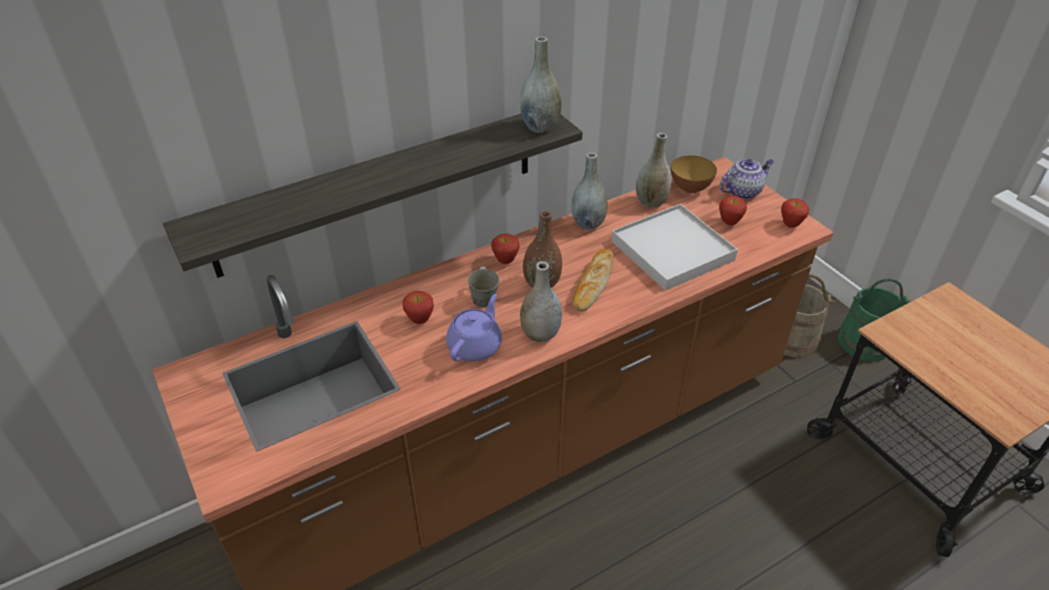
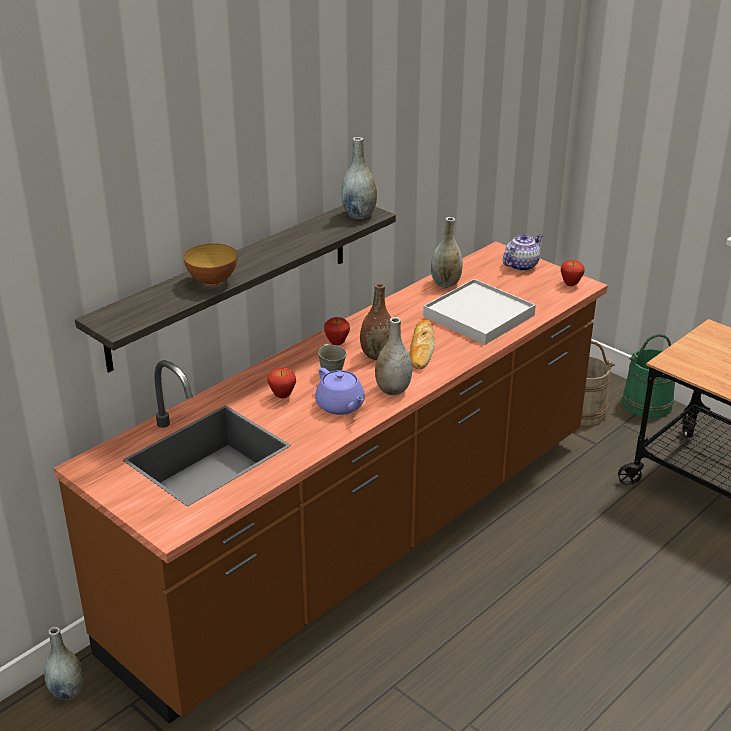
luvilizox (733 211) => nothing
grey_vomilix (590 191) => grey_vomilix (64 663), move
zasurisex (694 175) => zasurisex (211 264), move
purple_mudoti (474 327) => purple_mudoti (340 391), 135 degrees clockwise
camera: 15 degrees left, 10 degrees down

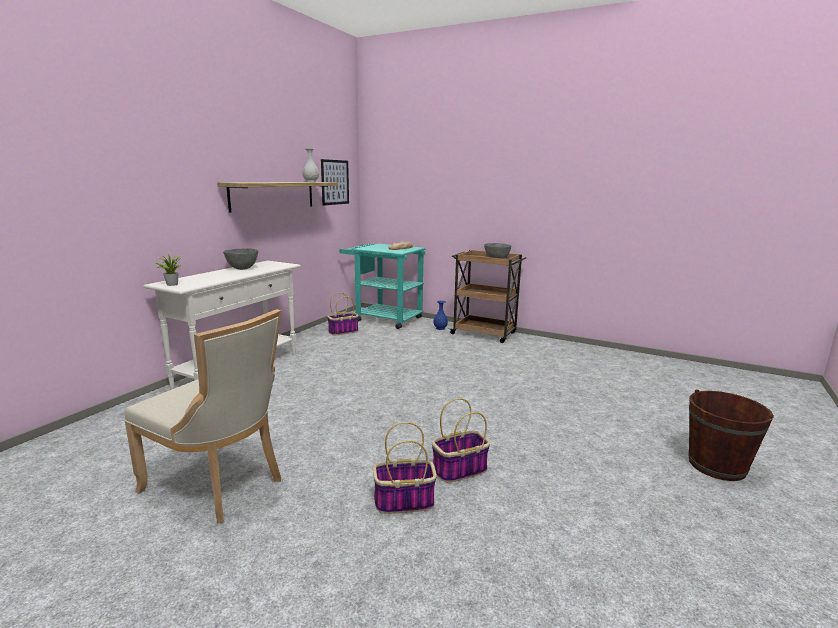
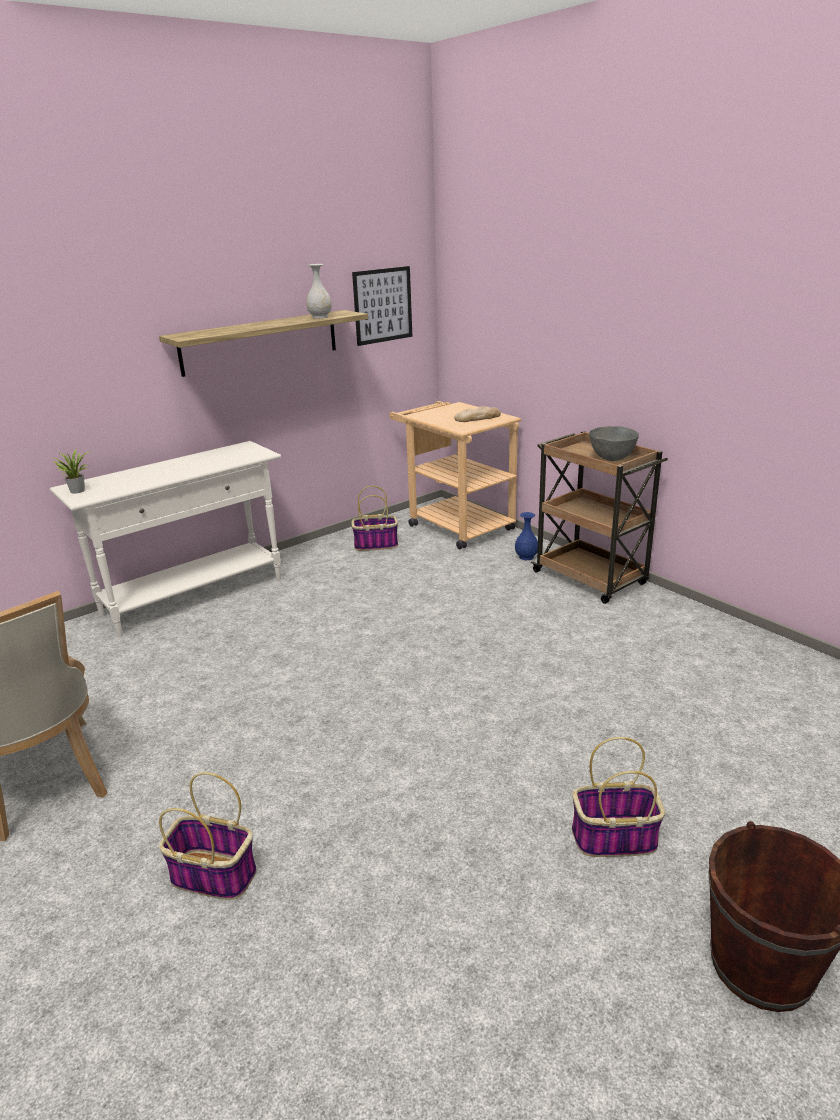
grey_zasurisex (240 259) => nothing
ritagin (461 440) => ritagin (618 797), move
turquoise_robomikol (382 286) => beige_robomikol (455 475)
camera: 25 degrees right, 10 degrees up

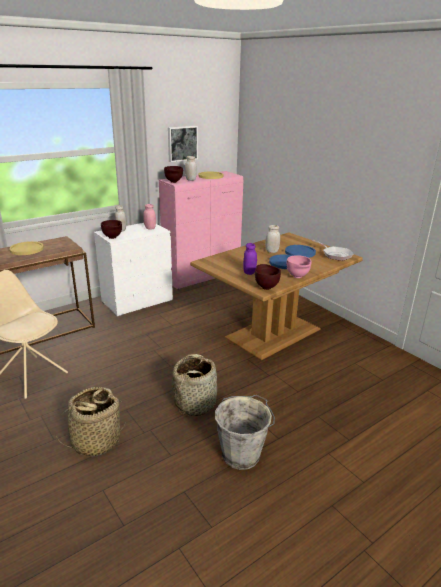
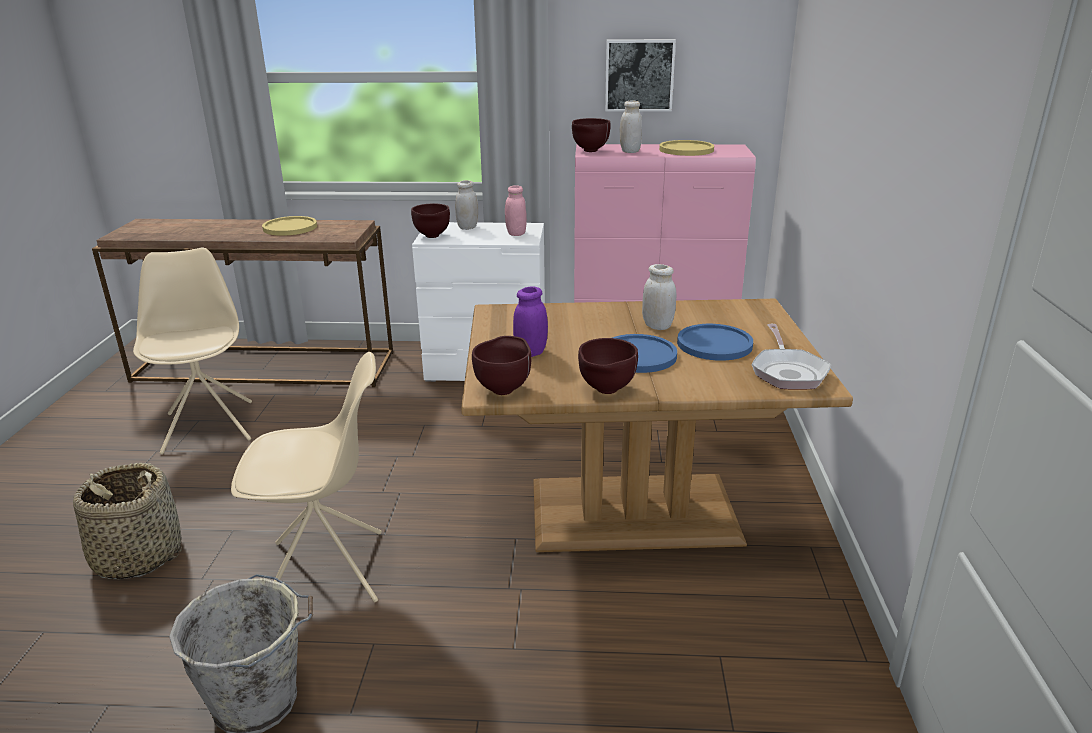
ritagin (194 385) => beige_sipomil (306 477)
pink_zasurisex (299 266) => brown_zasurisex (608 366)
camera: 40 degrees right, 0 degrees up

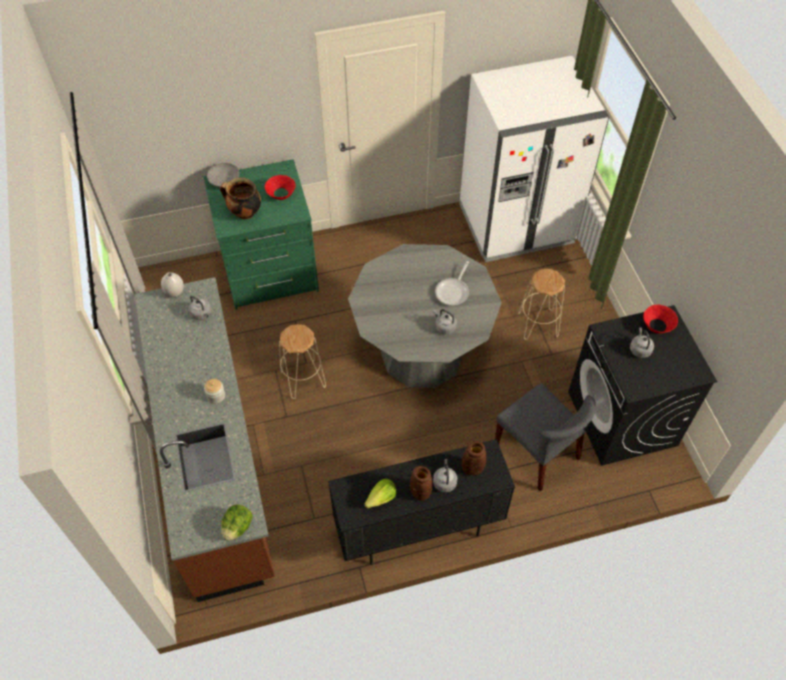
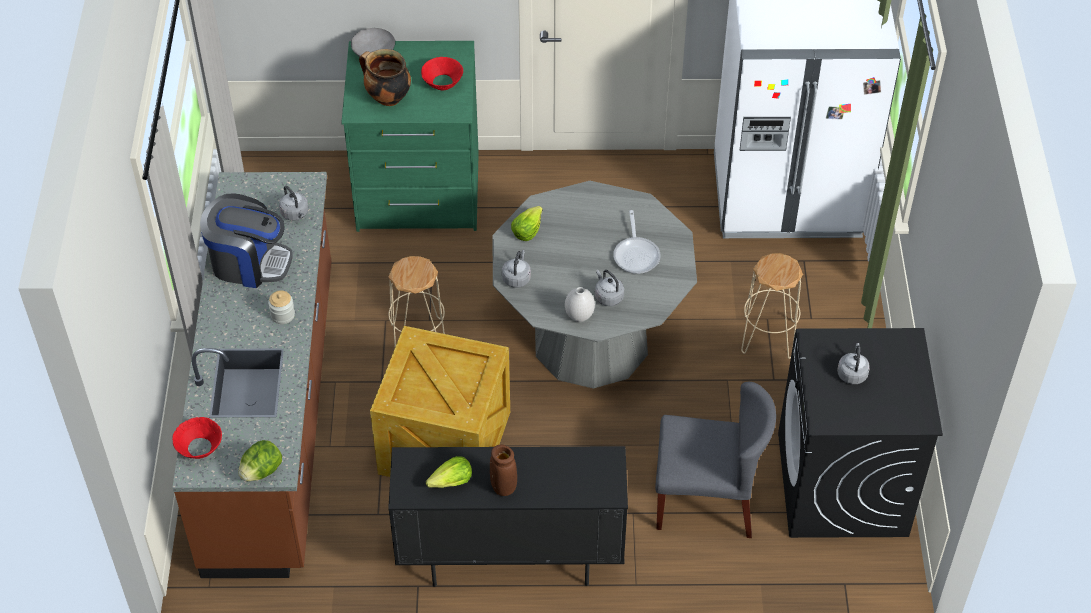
brown_vomilix (474 458) => nothing
nothing => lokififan (246 241)
nothing => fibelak (440 401)
nothing => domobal (527 223)
white_vomilix (172 284) => white_vomilix (580 304), move
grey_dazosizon (445 476) => grey_dazosizon (516 269), move
red_zasurisex (660 319) => red_zasurisex (197 438), move
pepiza (452 283) => pepiza (637 242), 45 degrees counterclockwise
grey_sipomil (545 437) => grey_sipomil (715 460), 60 degrees counterclockwise
camera: 15 degrees right, 5 degrees down

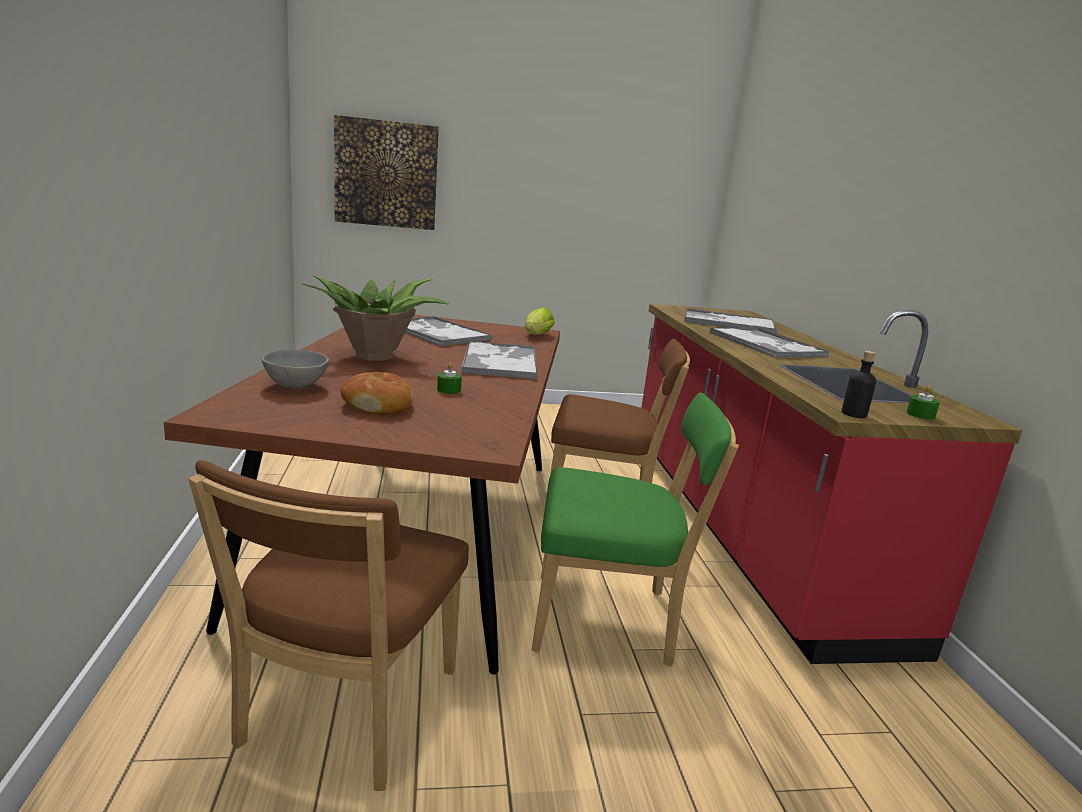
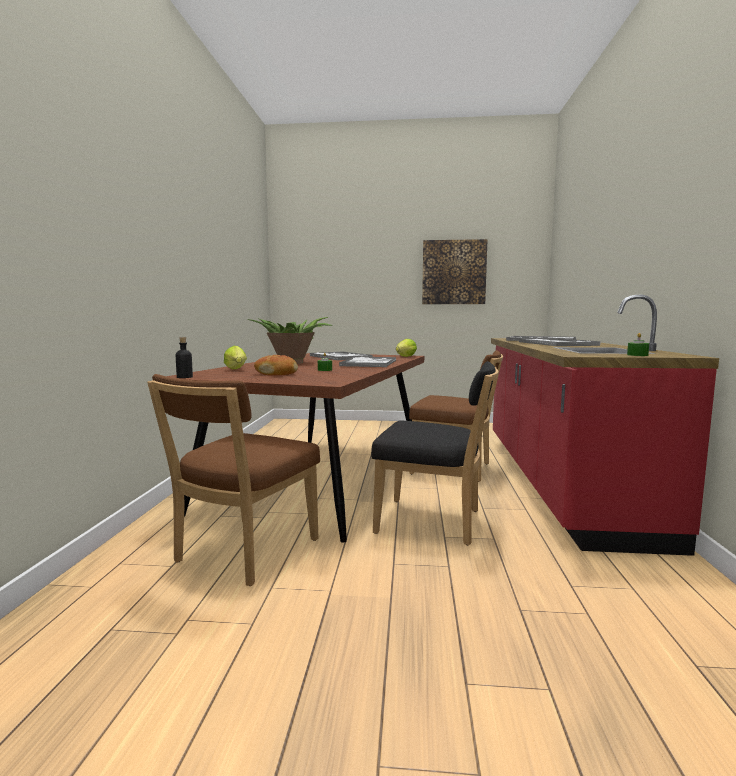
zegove (386 172) => zegove (455 271), move
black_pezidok (859 384) => black_pezidok (184 357), move
grey_zasurisex (295 369) => domobal (235 357)
green_sipomil (635 529) => black_sipomil (434 453)
camera: 15 degrees right, 10 degrees down

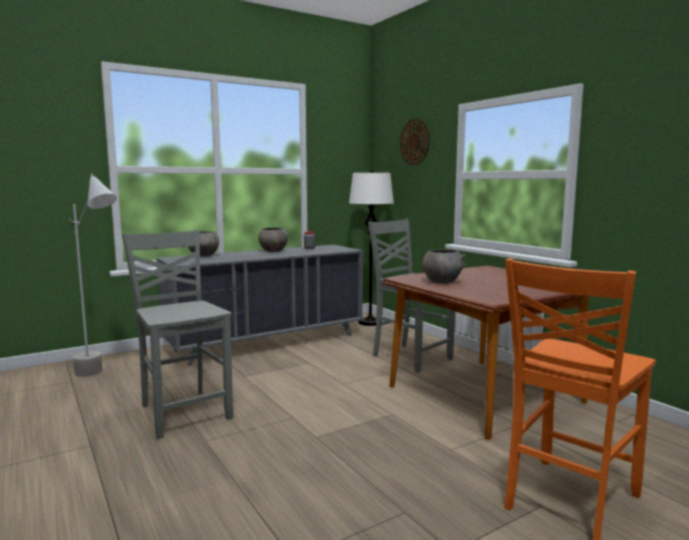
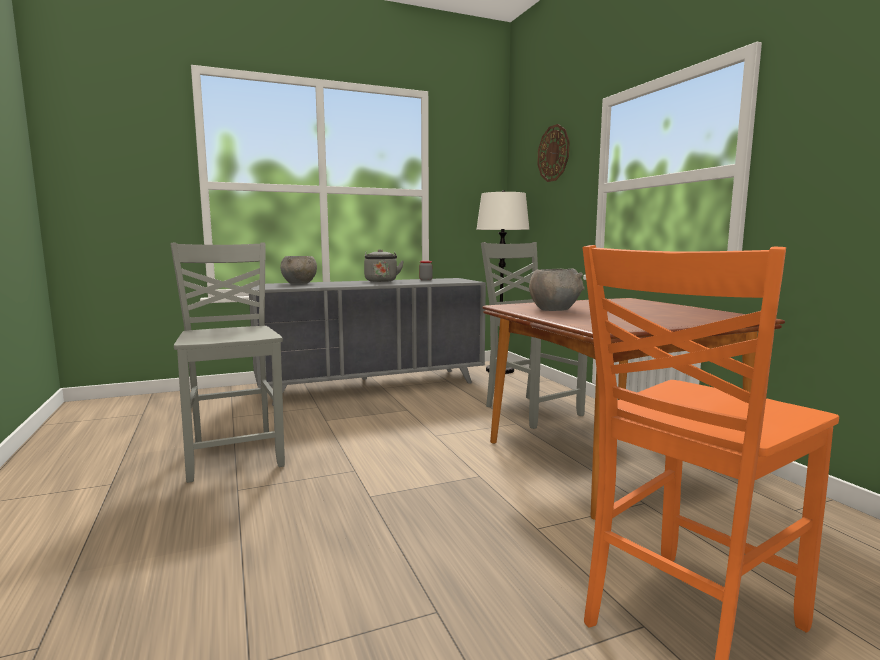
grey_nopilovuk (93 275) => nothing
grey_zasurisex (273 239) => grey_dazosizon (384 265)
camera: 10 degrees right, 0 degrees up

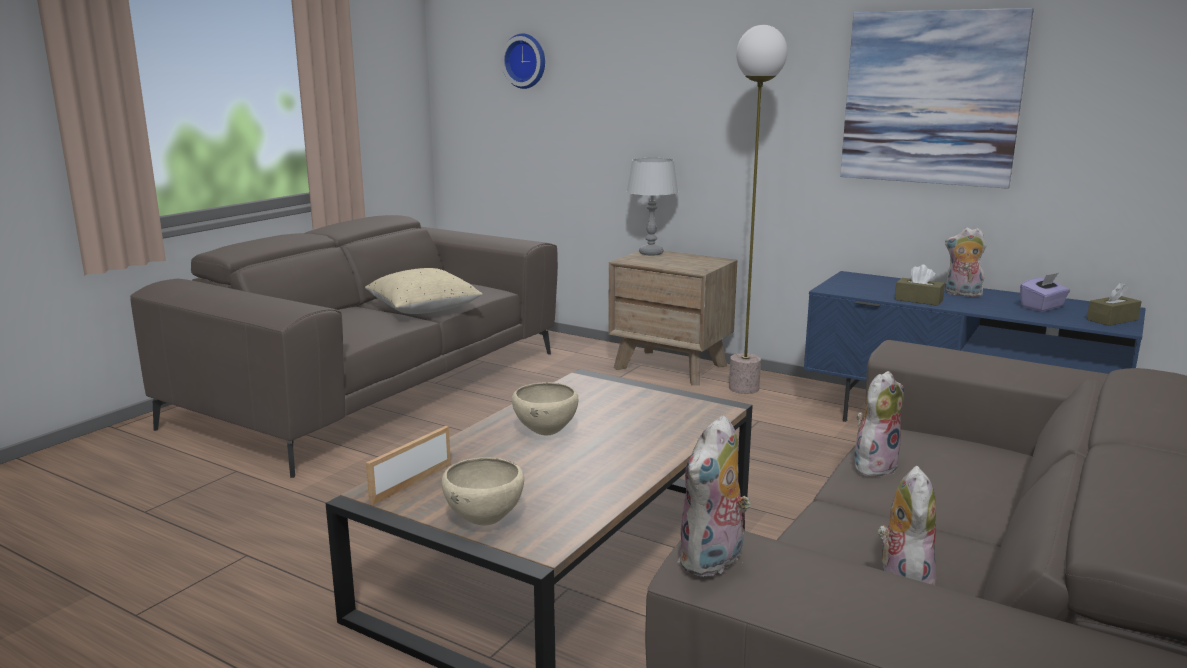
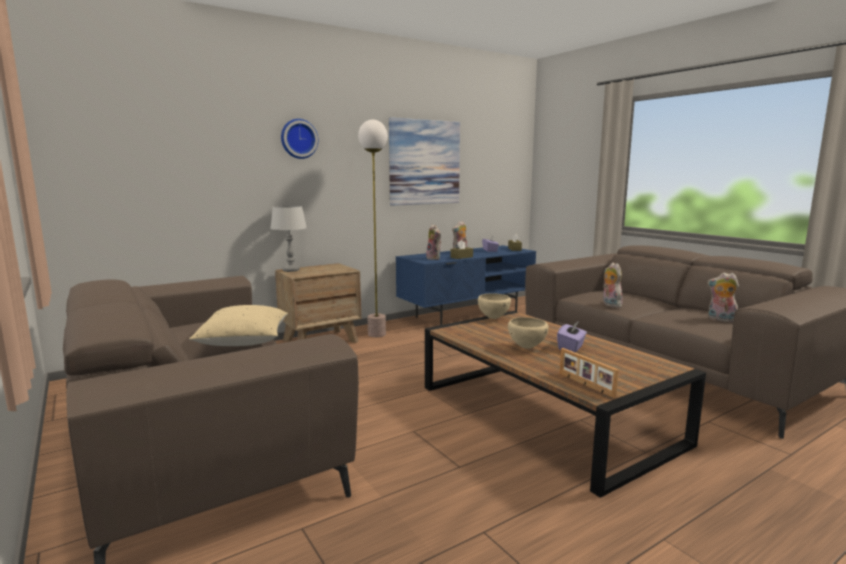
nothing => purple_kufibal (572 336)
beige_zasurisex (483 491) => beige_zasurisex (494 306), move
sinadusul (523 61) => sinadusul (299 139), move
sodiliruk (714 496) => sodiliruk (433 242), move
camera: 65 degrees left, 5 degrees down

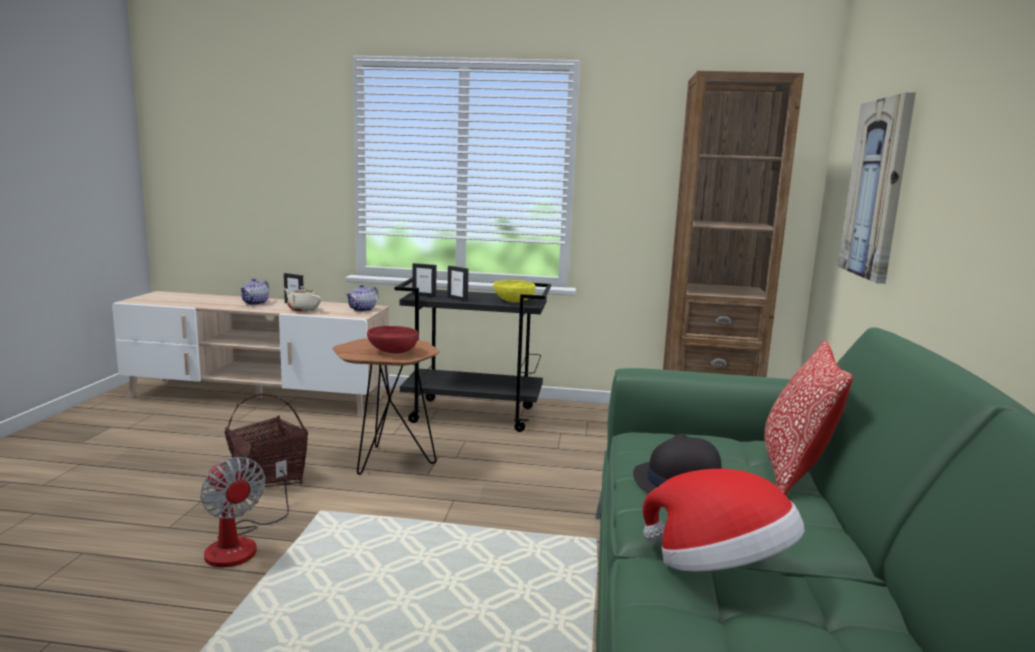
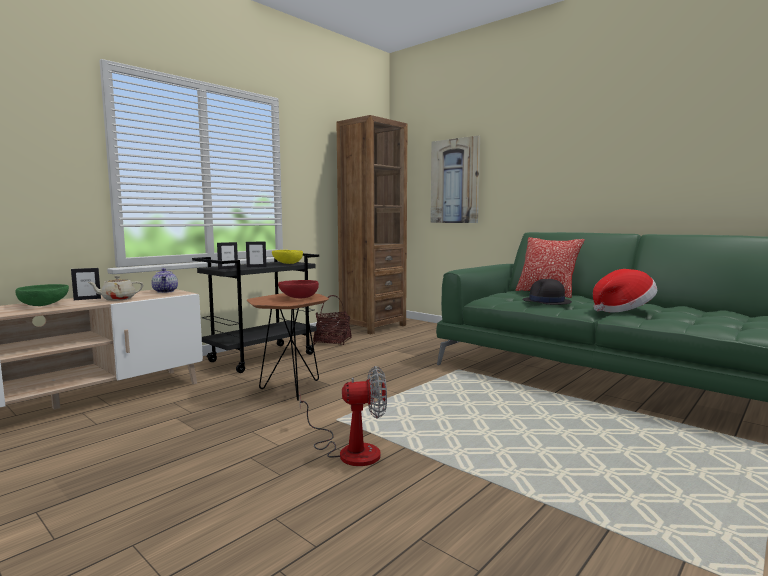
ritagin (266 440) => ritagin (332 320), move
mudoti (254 291) => green_zasurisex (42 295)
camera: 55 degrees left, 5 degrees down

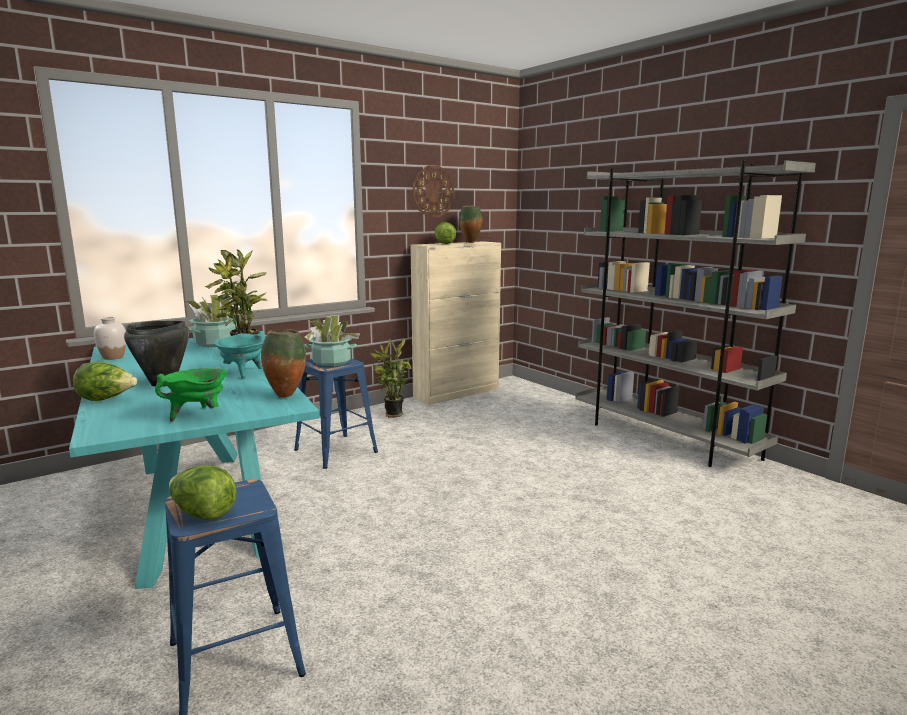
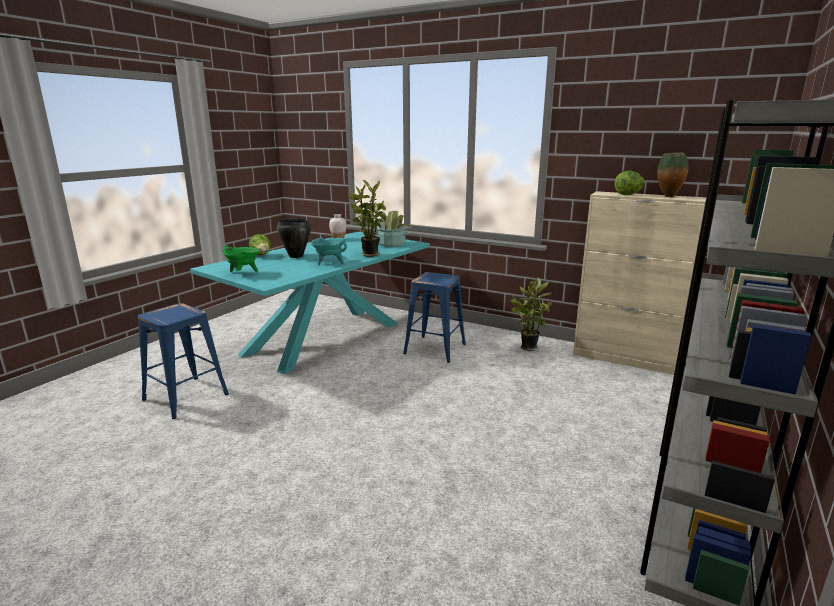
domobal (202 492) => nothing
vomilix (283 363) => nothing
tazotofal (332 341) => nothing
sinadusul (433 191) => nothing
camera: 65 degrees right, 5 degrees up

